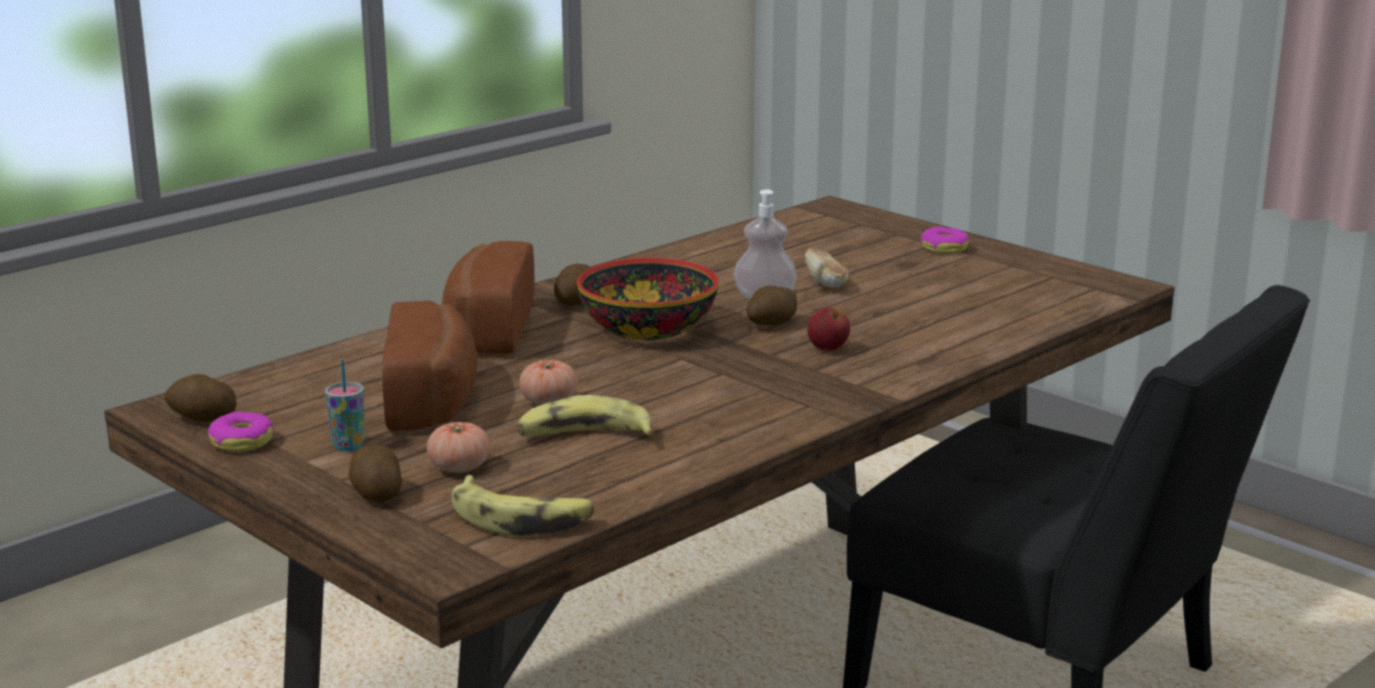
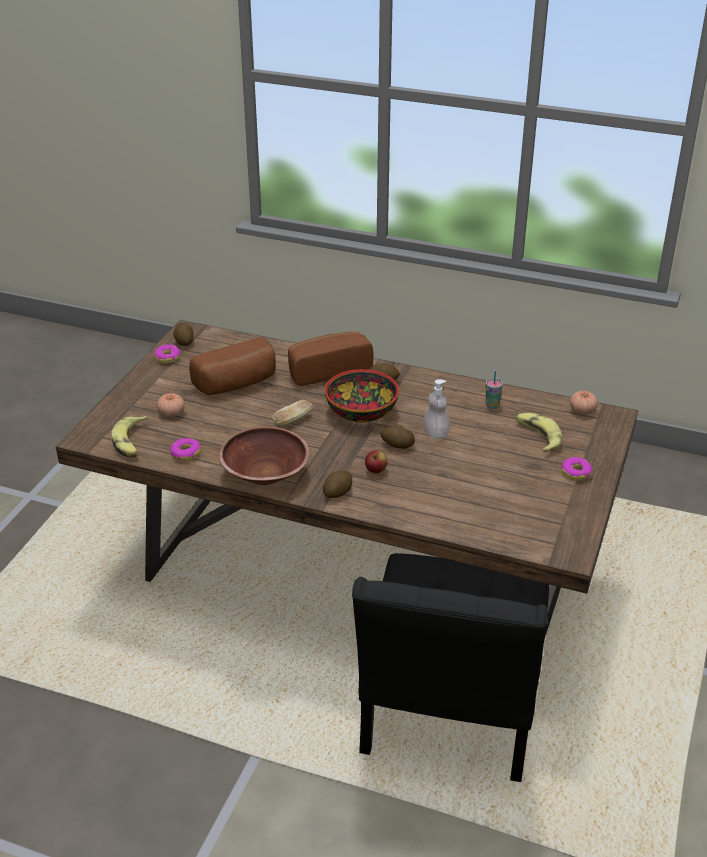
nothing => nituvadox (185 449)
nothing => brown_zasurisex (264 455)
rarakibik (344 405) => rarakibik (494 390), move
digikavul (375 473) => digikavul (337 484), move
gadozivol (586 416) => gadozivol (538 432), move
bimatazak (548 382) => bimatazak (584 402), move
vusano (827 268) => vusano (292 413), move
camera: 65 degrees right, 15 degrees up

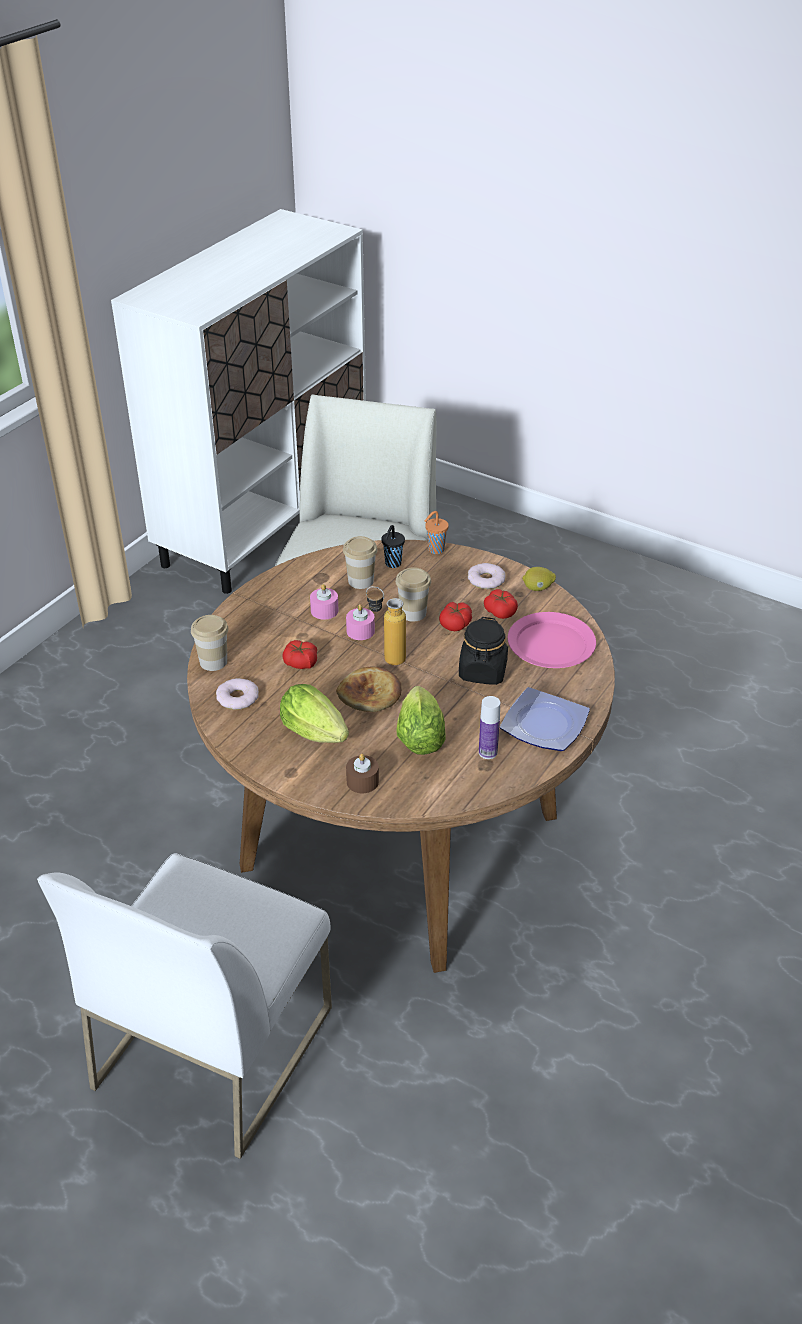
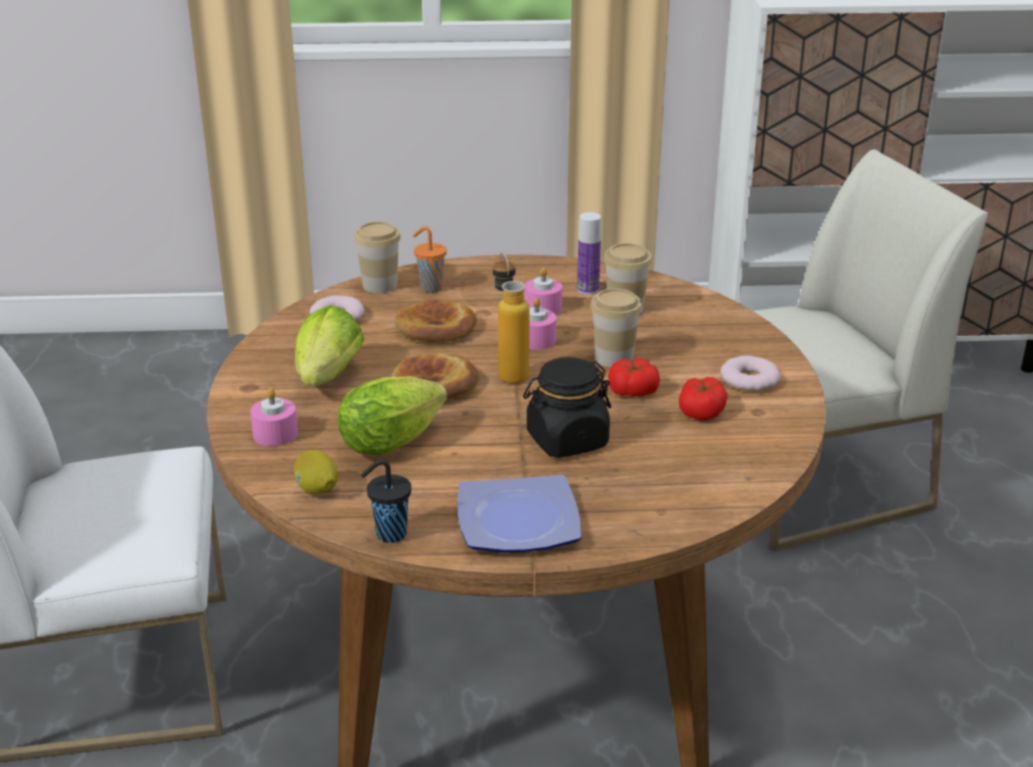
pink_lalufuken (552 640) => nothing
black_rarakibik (393 546) => black_rarakibik (386 501), move
orange_rarakibik (437 532) => orange_rarakibik (430 259), move
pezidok (489 727) => pezidok (589 253), move
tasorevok (539 579) => tasorevok (316 472), move
bimatazak (299 654) => vusano (436 320)
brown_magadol (362 774) => pink_magadol (274 417)
camera: 55 degrees right, 10 degrees down

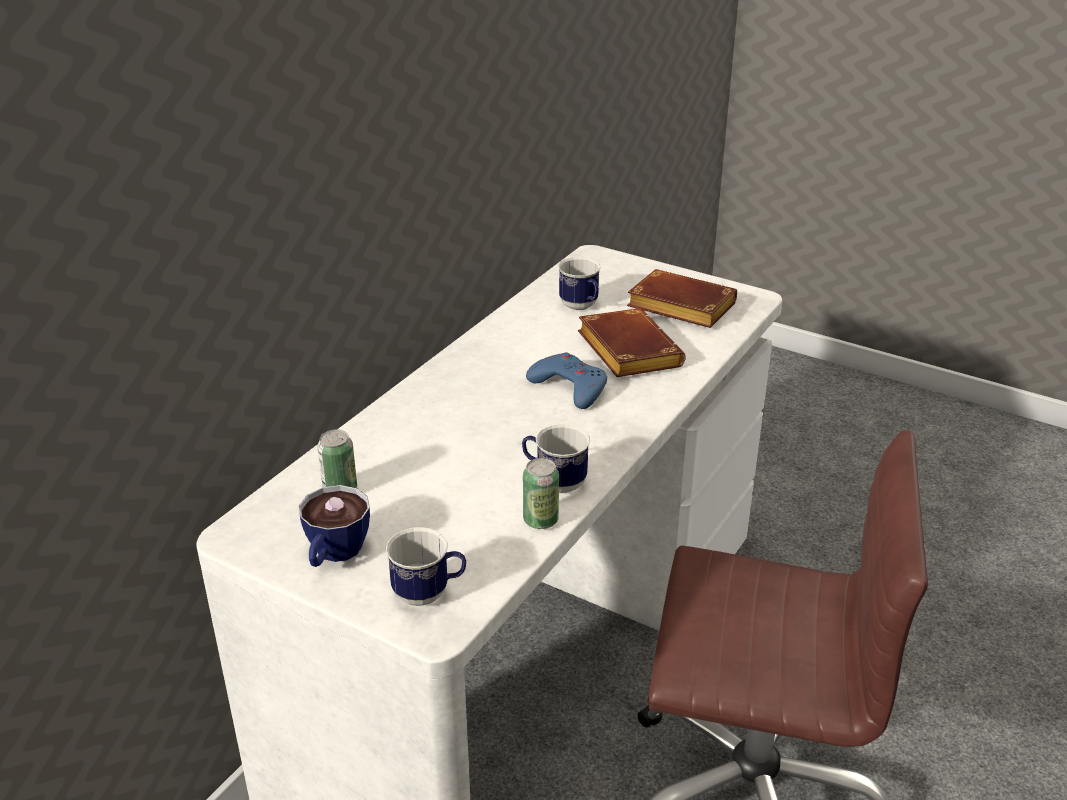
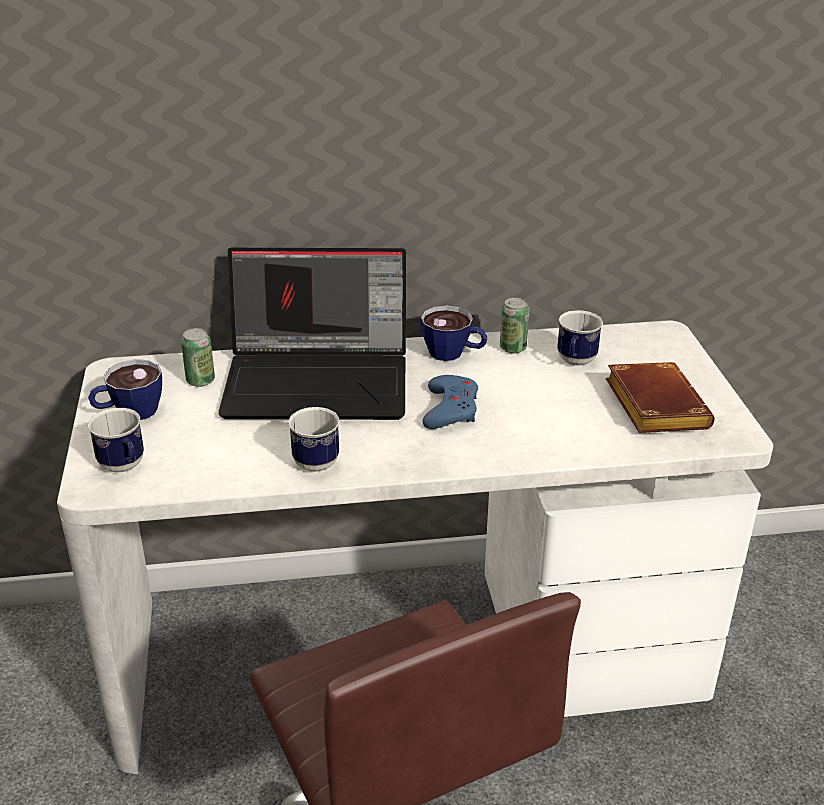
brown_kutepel (632 342) => nothing
nothing => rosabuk (312 334)
nothing => rarakibik (454 333)
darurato (541 493) => darurato (515 326), move
camera: 50 degrees right, 0 degrees up

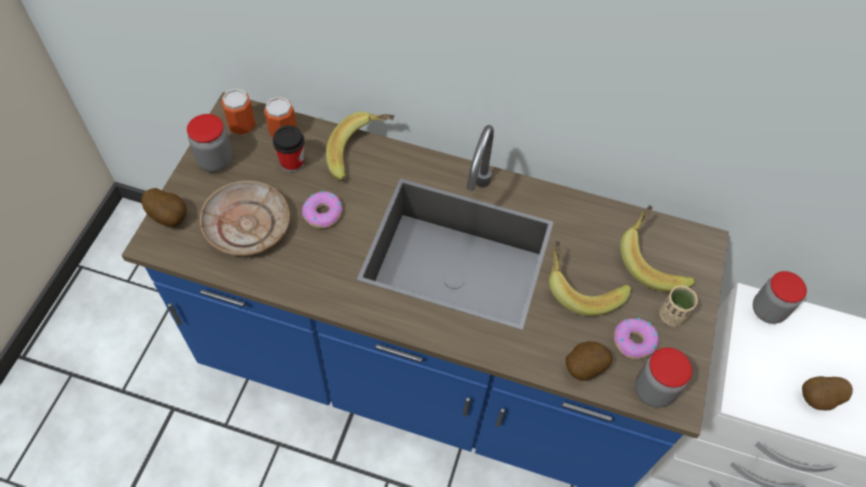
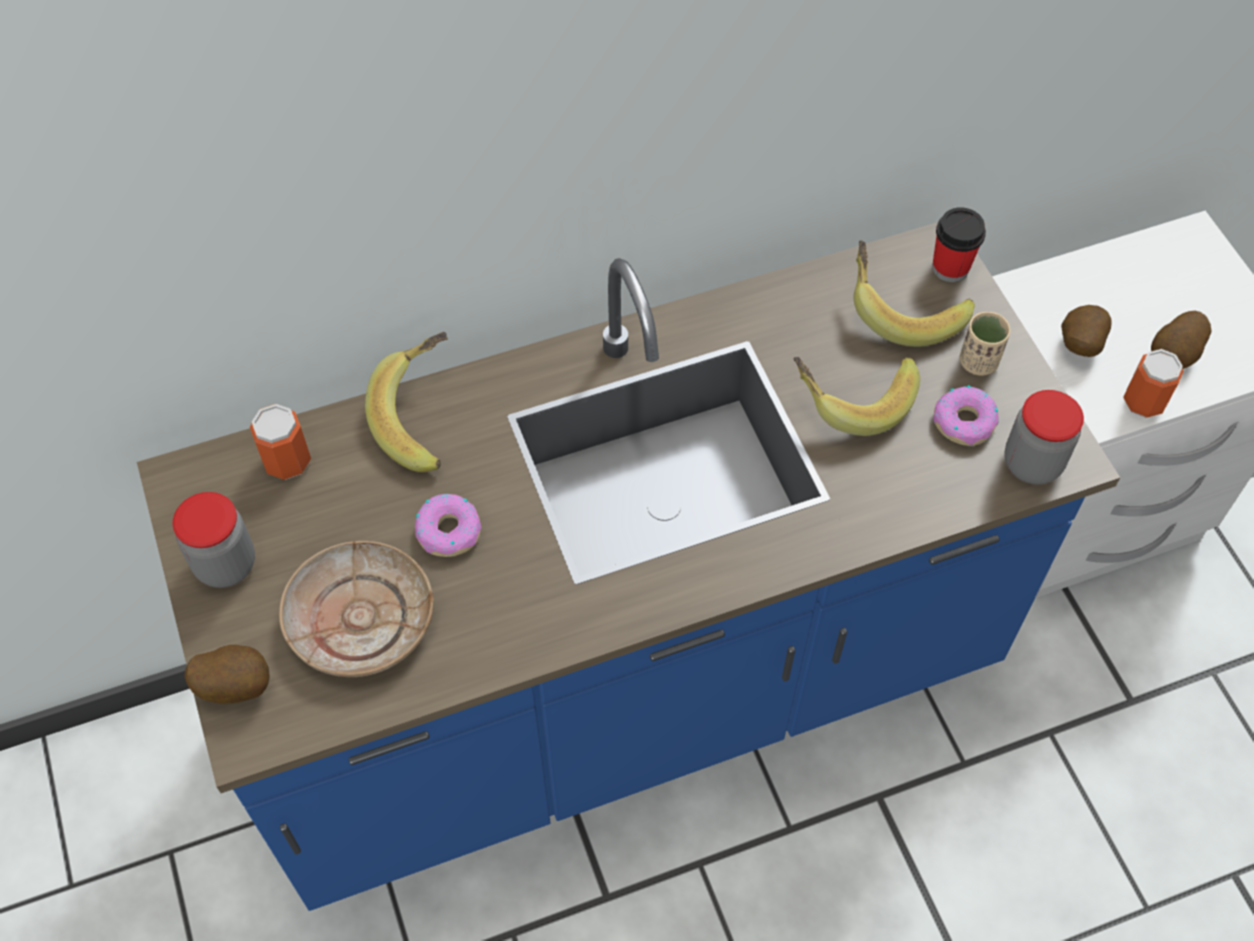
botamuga (780 297) => nothing
darurato (238 112) => darurato (1153 383), move
rarakibik (288 149) => rarakibik (959 244), move
digikavul (589 361) => digikavul (1086 331), move
camera: 35 degrees left, 0 degrees up

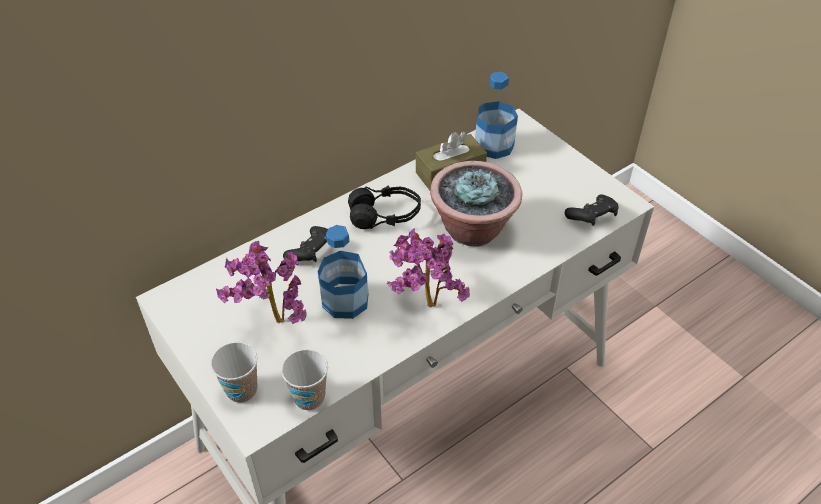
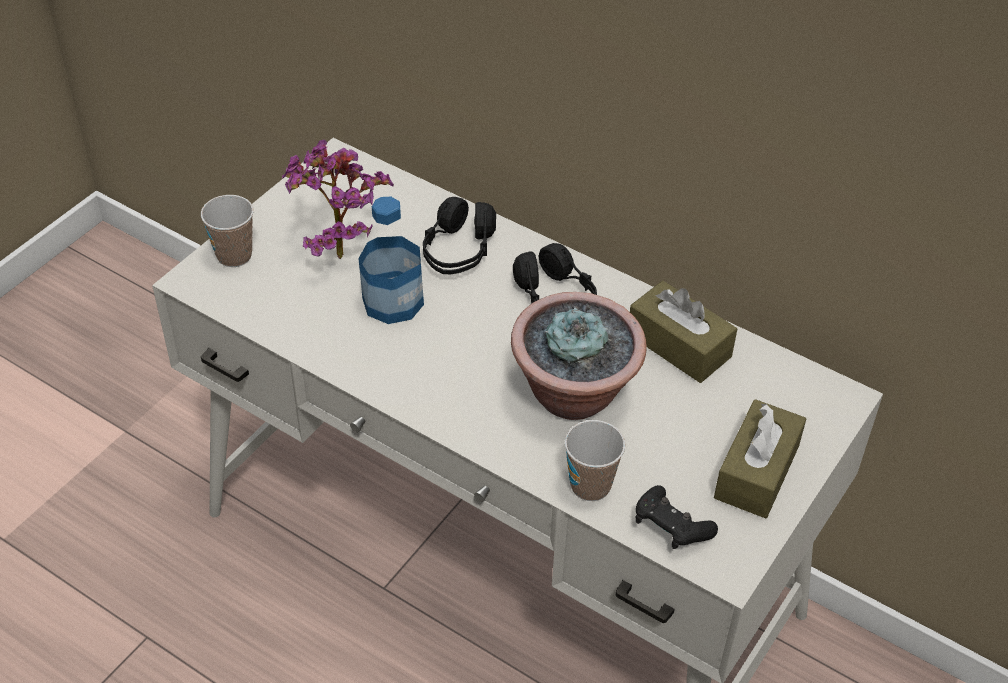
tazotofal (428 267) => nothing
pezidok (496 115) => nothing
nothing => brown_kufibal (760 459)
rarakibik (304 380) => rarakibik (595 460), move
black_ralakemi (305 244) => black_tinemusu (459 235)
camera: 70 degrees right, 0 degrees up

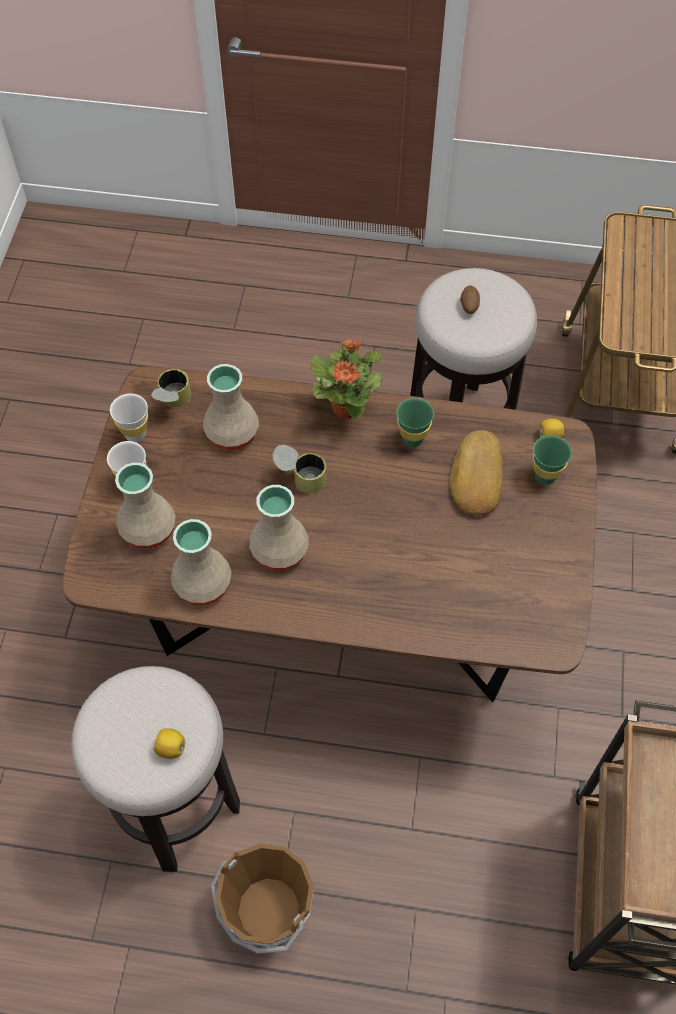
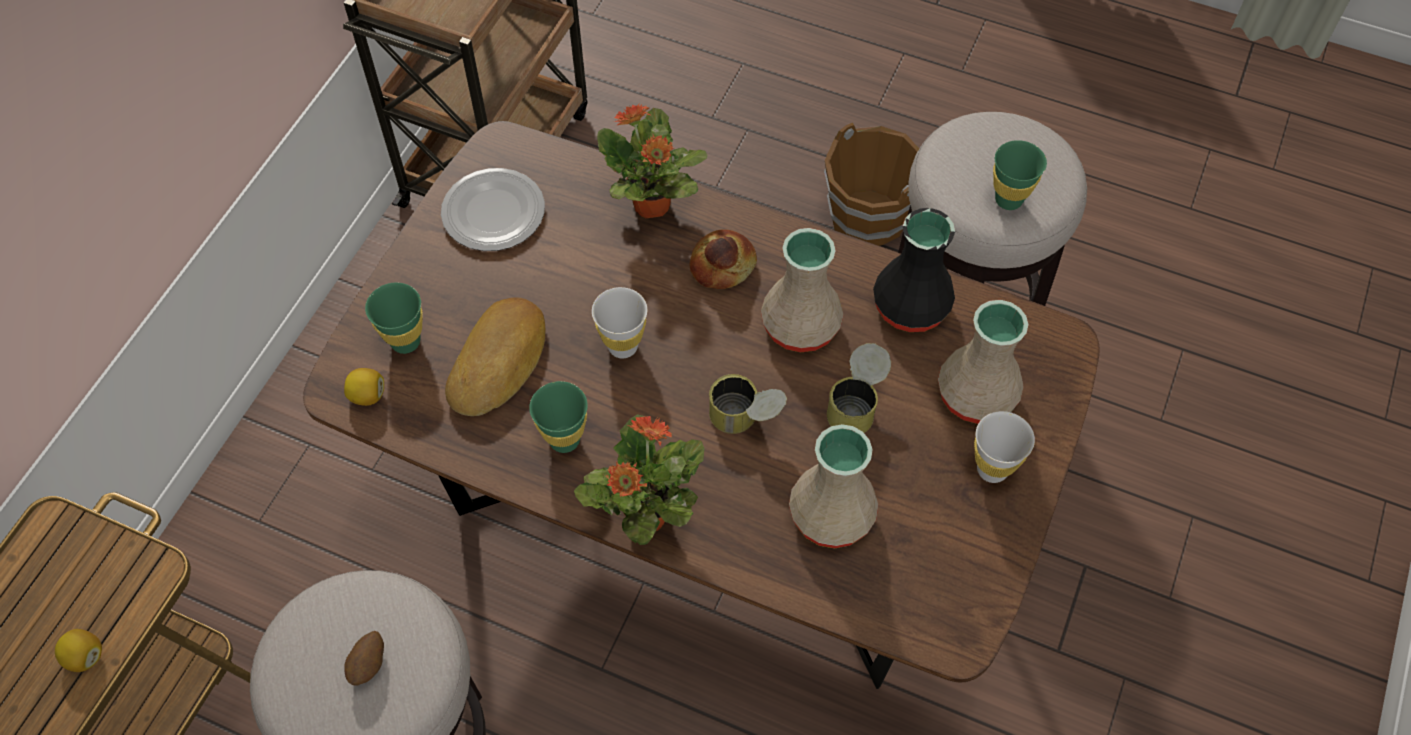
nothing => lalufuken (493 209)
nothing => tazotofal (652 161)
nothing => vusano (723 259)
nothing => green_rarakibik (1020 175)
white_rarakibik (129 418) => white_rarakibik (619 323), move
darurato (171 388) => darurato (859 388), move
tasorevok (169 743) => tasorevok (78 650), move
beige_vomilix (201 562) => black_vomilix (914 270)
camera: 165 degrees left, 0 degrees up

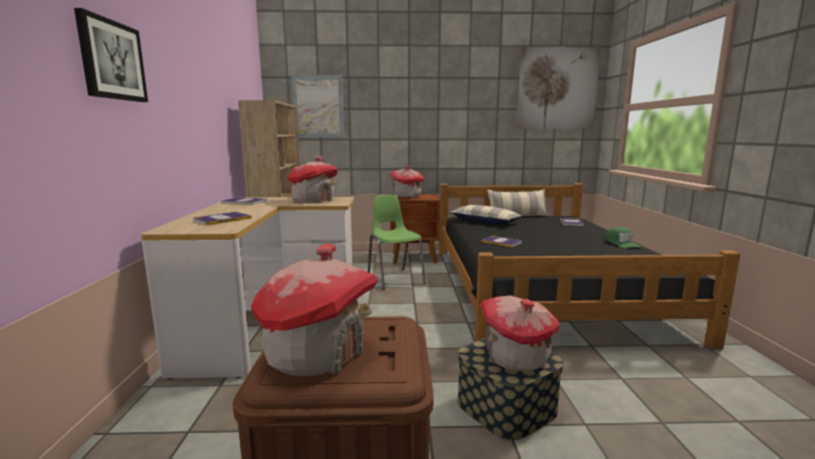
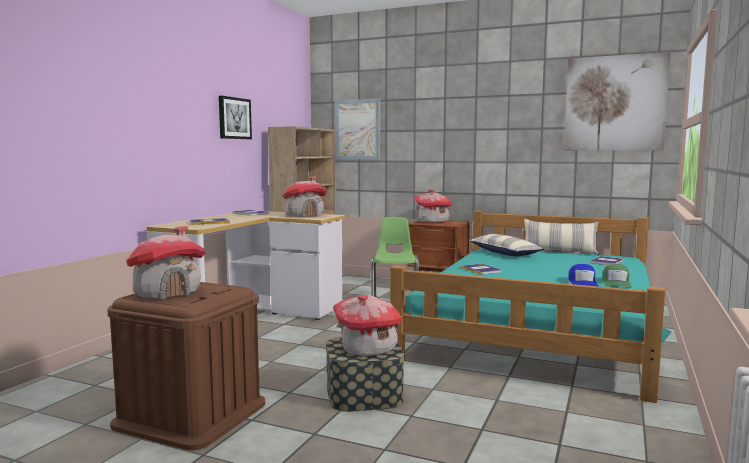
nothing => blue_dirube (583 275)
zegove (111 55) => zegove (235 117), move
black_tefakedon (589 266) => turquoise_tefakedon (530 306)
camera: 25 degrees right, 5 degrees down

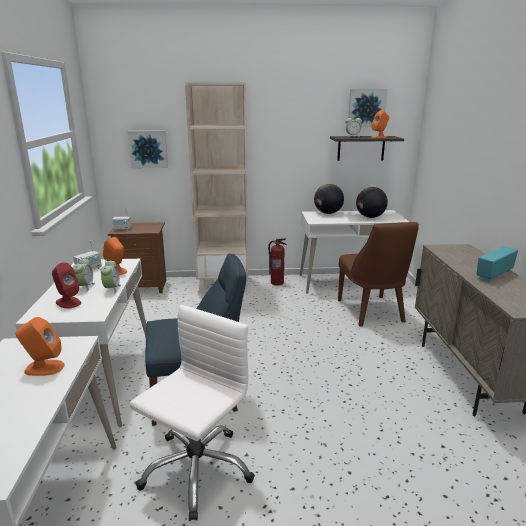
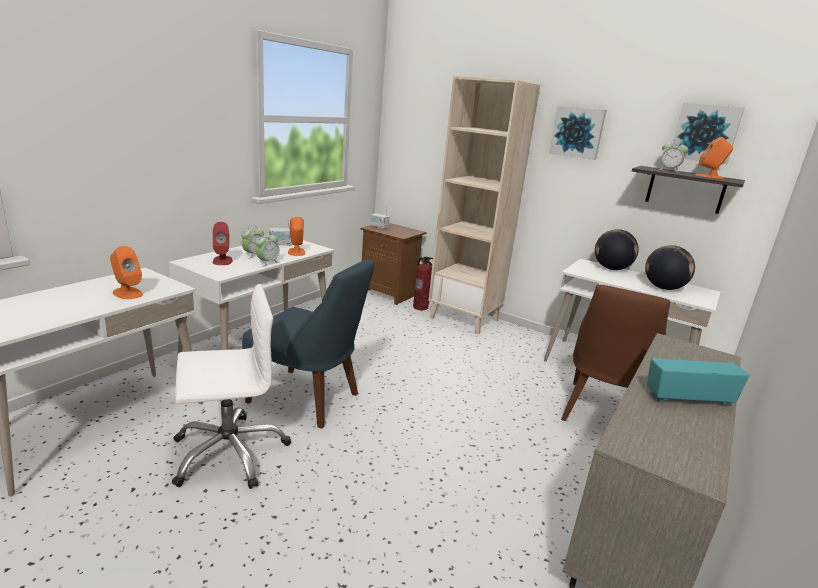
zegove (148 149) => zegove (577 133), move
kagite (277 262) => kagite (423 283), move
camera: 35 degrees right, 0 degrees up

